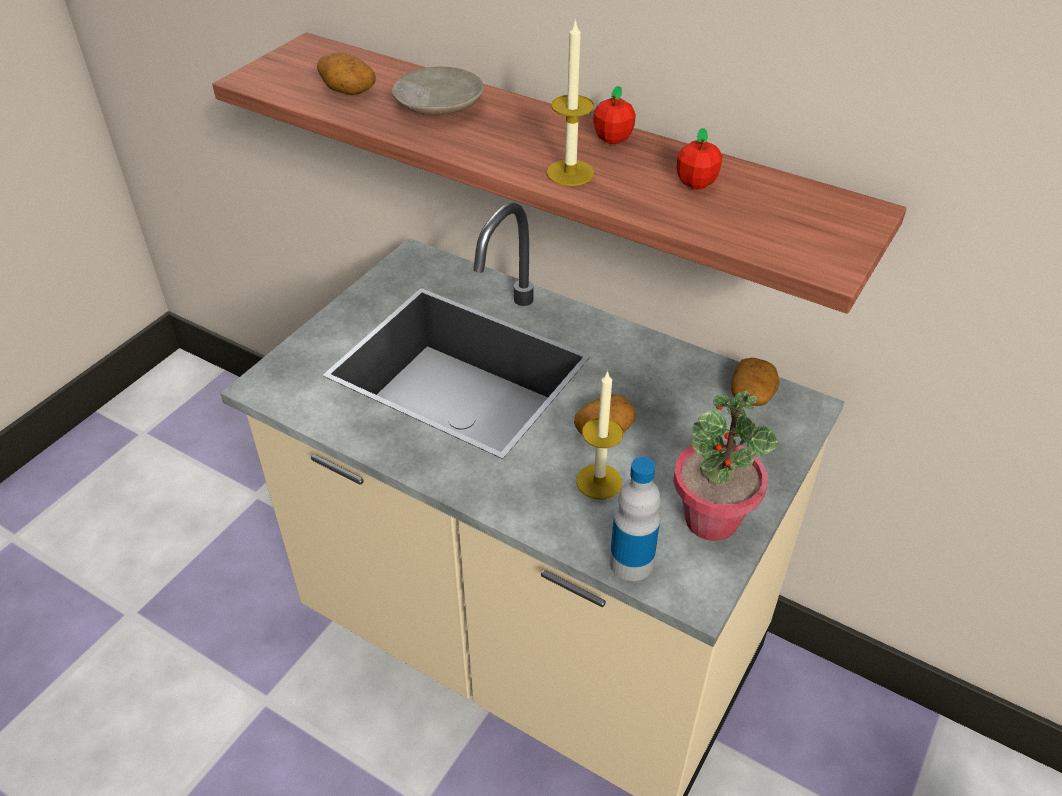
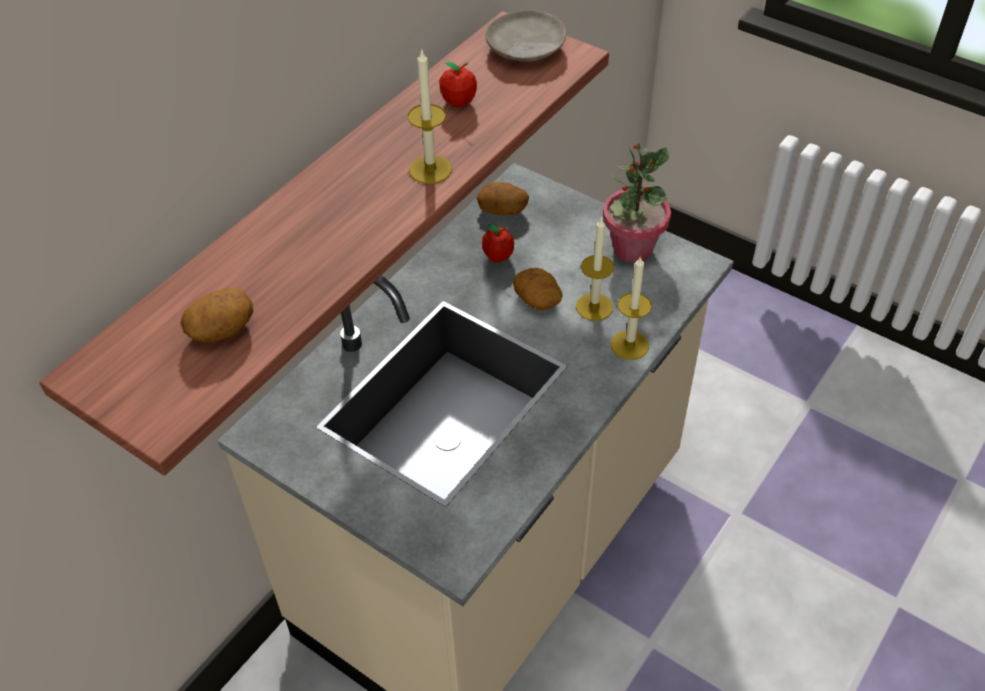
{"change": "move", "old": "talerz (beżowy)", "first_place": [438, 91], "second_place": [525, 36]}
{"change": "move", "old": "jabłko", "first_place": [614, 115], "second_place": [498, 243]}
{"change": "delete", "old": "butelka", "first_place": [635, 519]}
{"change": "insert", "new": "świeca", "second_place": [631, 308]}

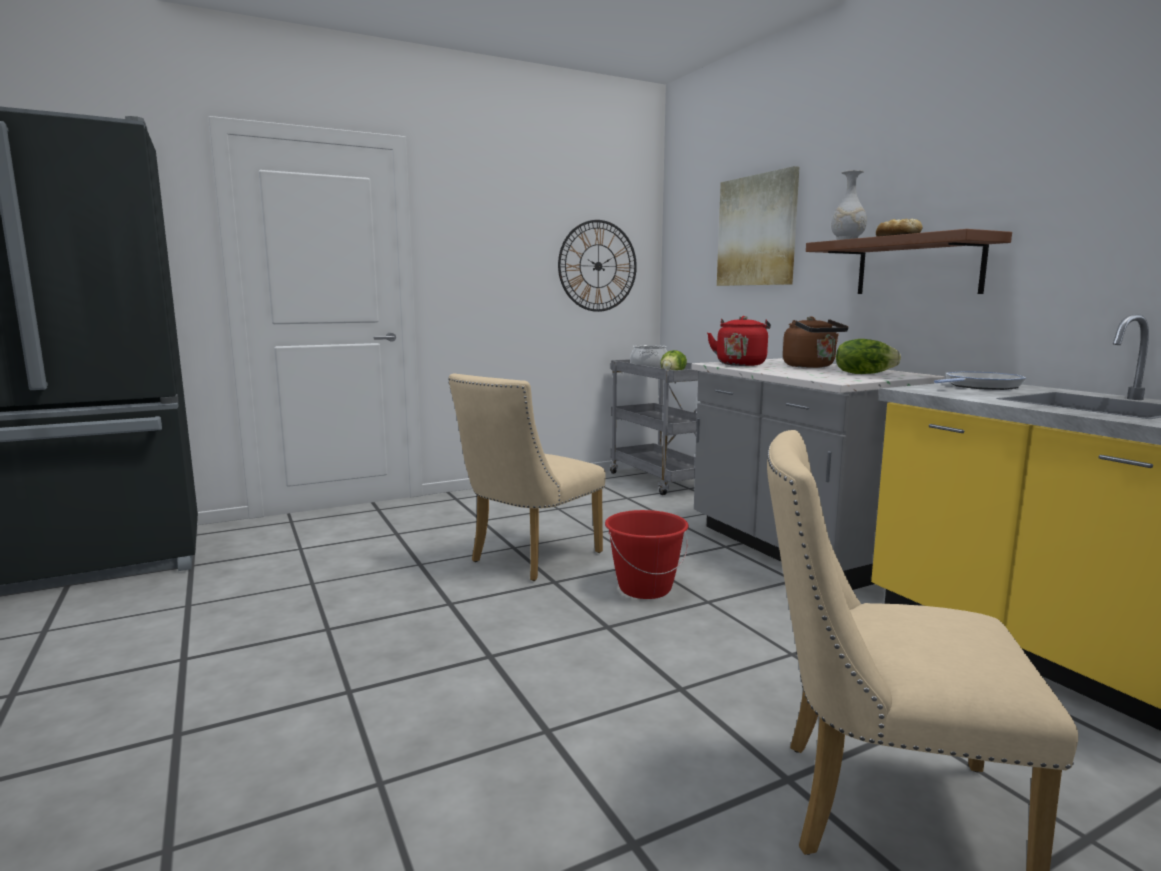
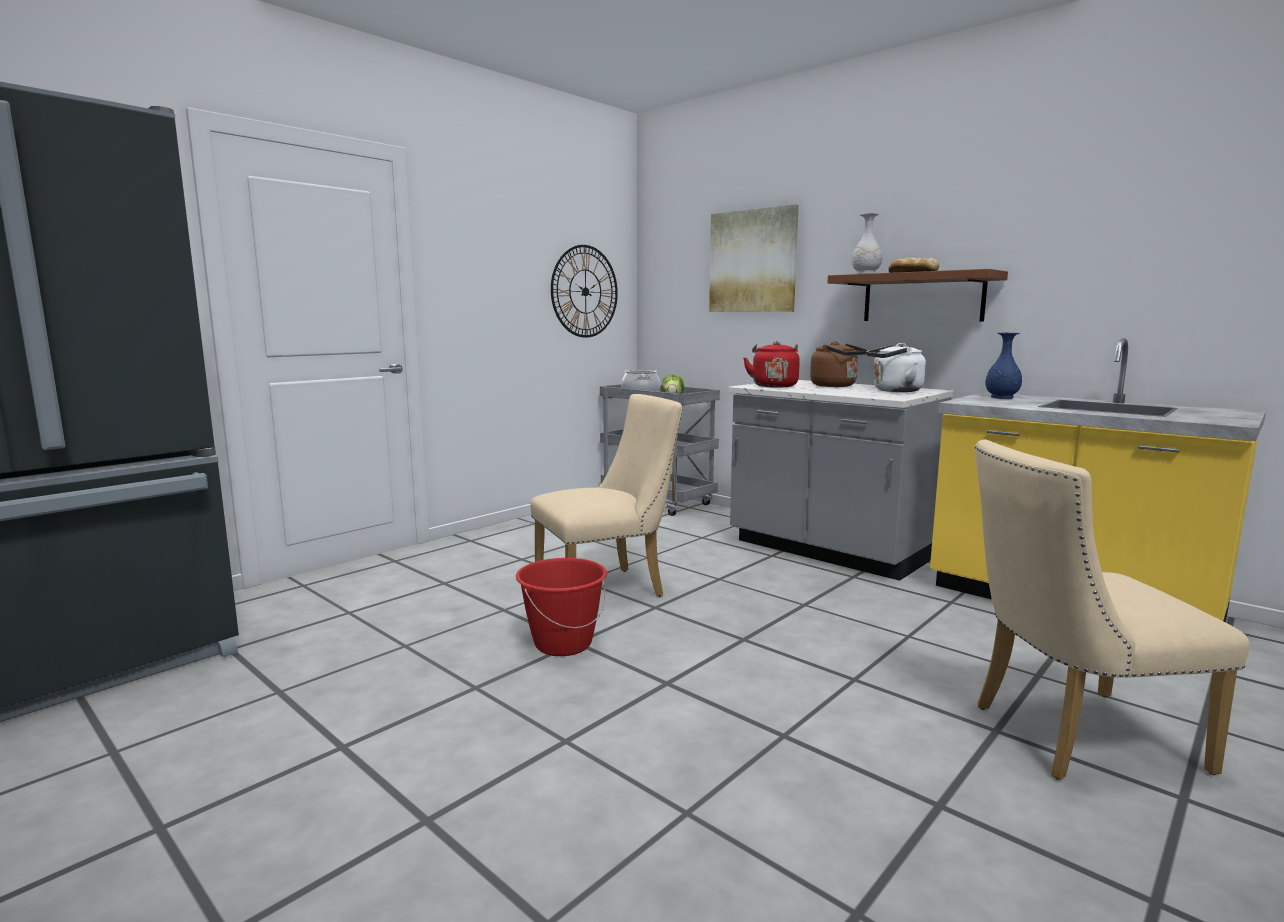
{"change": "replace", "old": "sałata", "new": "czajnik (biały)", "first_place": [868, 356], "second_place": [896, 367]}
{"change": "replace", "old": "patelnia", "new": "wazon (niebieski)", "first_place": [980, 380], "second_place": [1003, 366]}
{"change": "rotate", "old": "krzesło (beżowy)", "first_place": [527, 477], "second_place": [606, 495], "degrees": -135}
{"change": "move", "old": "wiadro (czerwony)", "first_place": [647, 554], "second_place": [561, 607]}

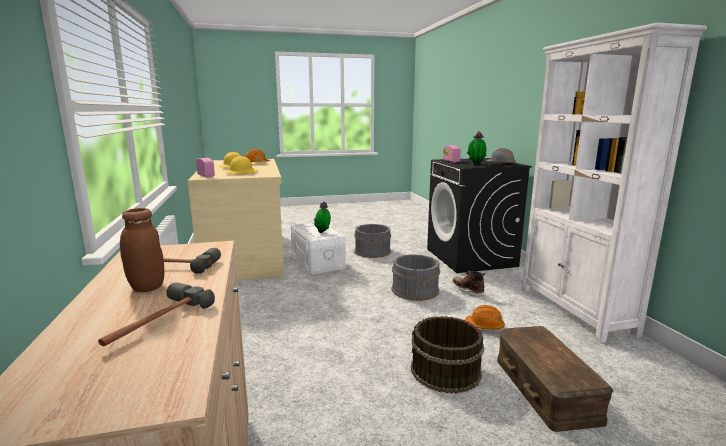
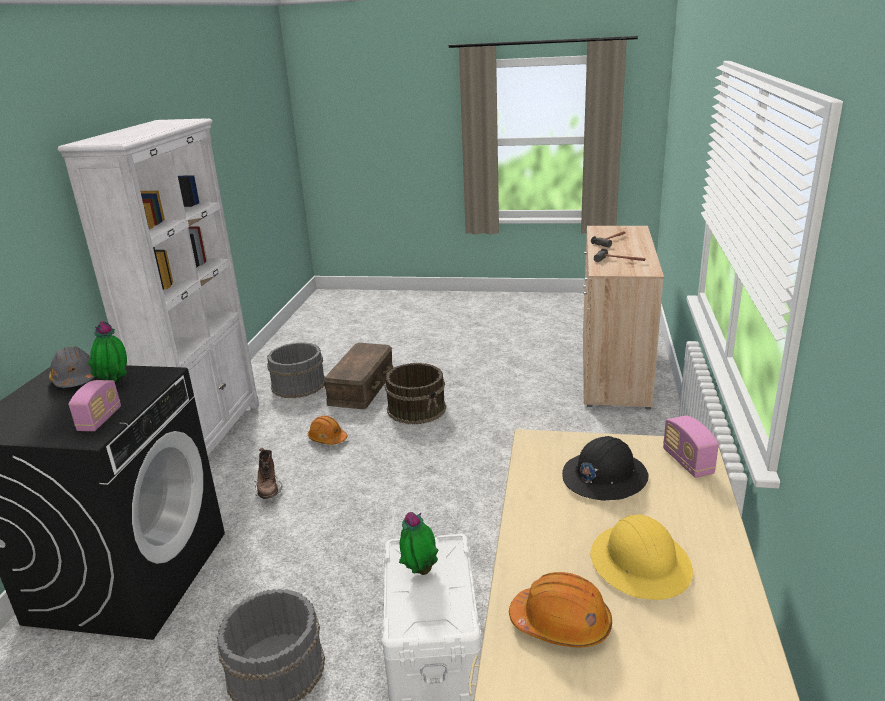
{"change": "recolor", "old": "kask (żółty)", "new": "kask (czarny)", "first_place": [241, 165], "second_place": [605, 468]}
{"change": "delete", "old": "słoik (brązowy)", "first_place": [142, 250]}
{"change": "move", "old": "wiadro (szary)", "first_place": [416, 277], "second_place": [296, 370]}

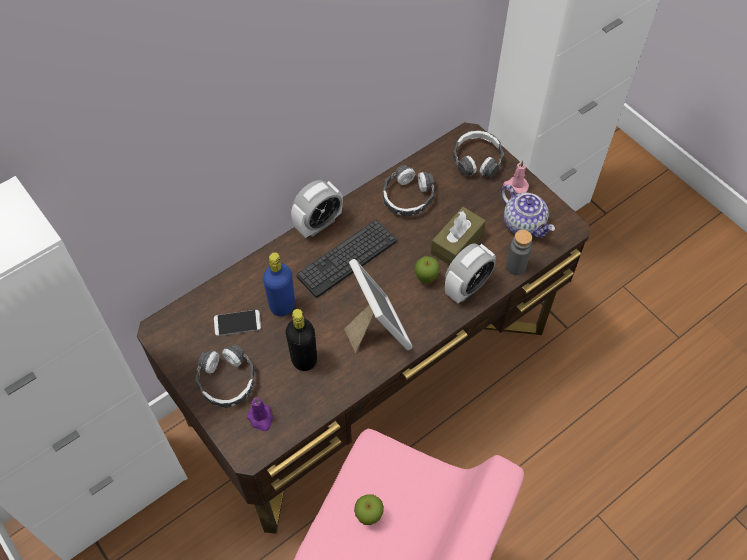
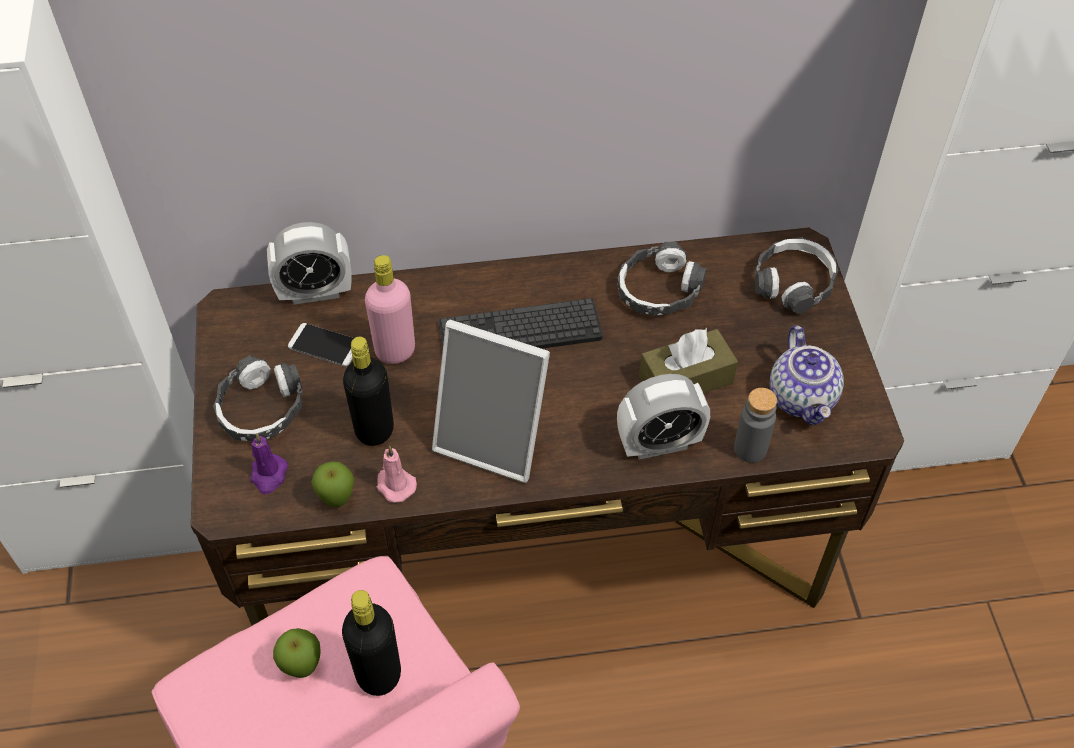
{"change": "move", "old": "świeca (różowy)", "first_place": [516, 177], "second_place": [397, 474]}
{"change": "move", "old": "budzik", "first_place": [317, 209], "second_place": [309, 263]}
{"change": "recolor", "old": "butelka (niebieski)", "new": "butelka (różowy)", "first_place": [279, 284], "second_place": [390, 309]}
{"change": "move", "old": "jabłko", "first_place": [427, 269], "second_place": [332, 484]}
{"change": "rotate", "old": "ramka na zdjęcie", "first_place": [378, 306], "second_place": [491, 401], "degrees": 105}
{"change": "insert", "new": "butelka (czarny)", "second_place": [371, 643]}

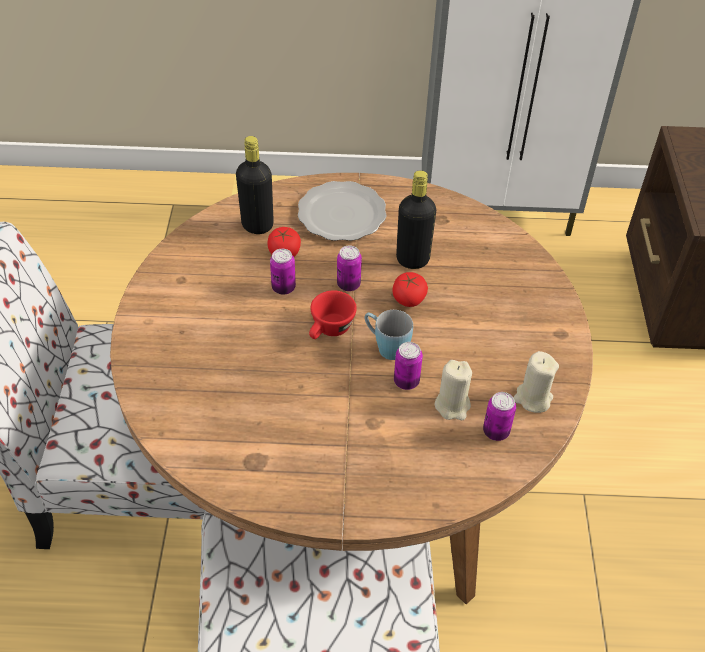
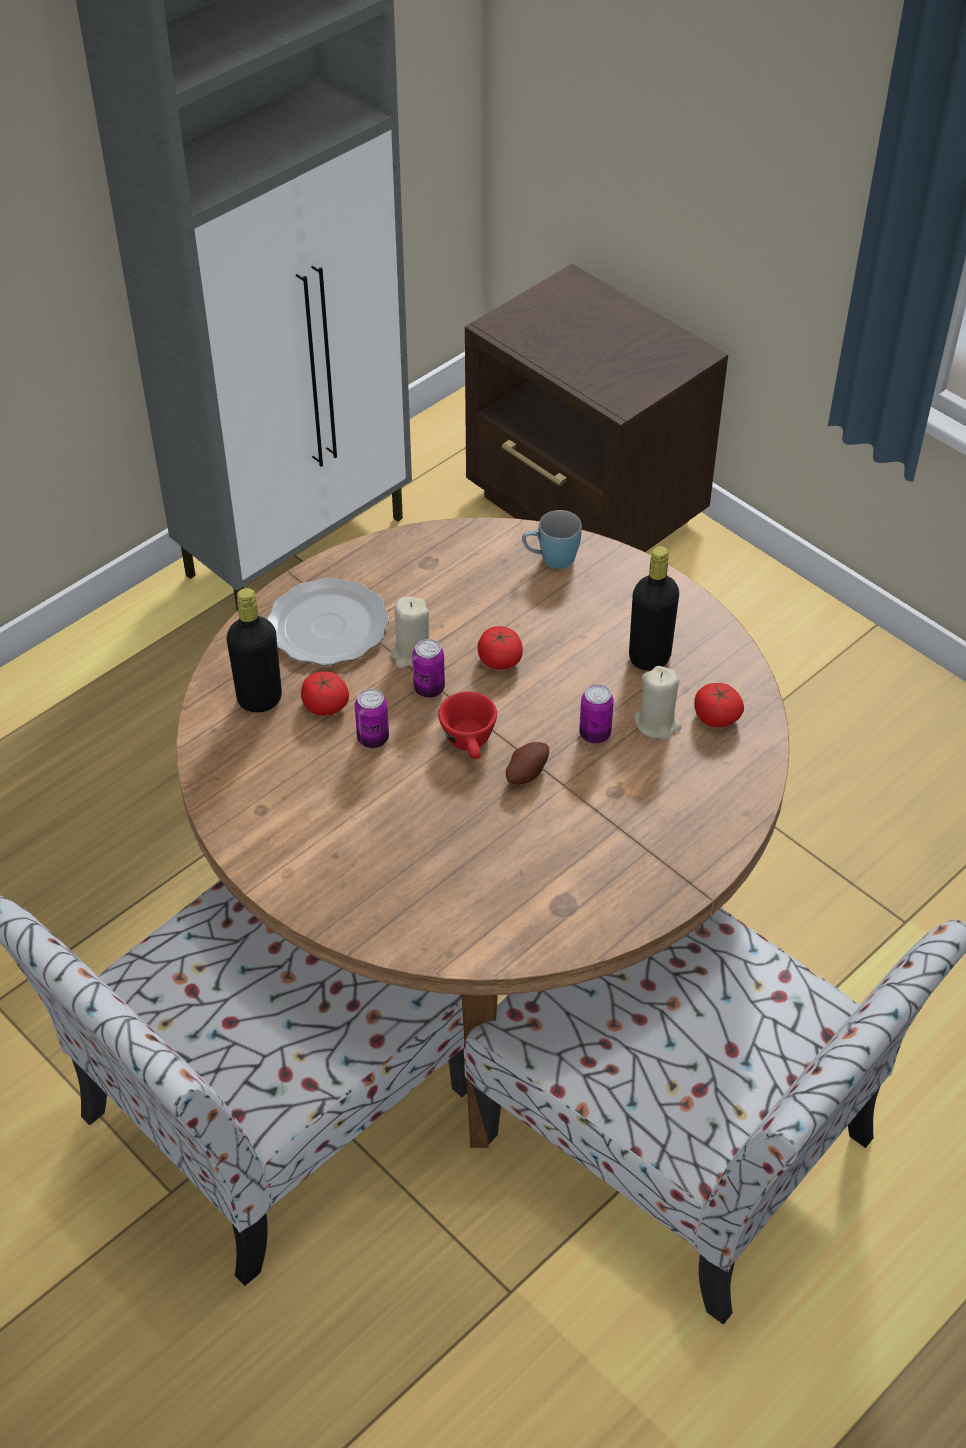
{"change": "move", "old": "butelka (czarny)", "first_place": [416, 219], "second_place": [654, 608]}
{"change": "move", "old": "kubek (niebieski)", "first_place": [389, 335], "second_place": [552, 539]}
{"change": "move", "old": "świeca (beżowy)", "first_place": [536, 382], "second_place": [409, 632]}
{"change": "replace", "old": "puszka", "new": "pomidor", "first_place": [499, 416], "second_place": [719, 705]}
{"change": "insert", "new": "ziemniak", "second_place": [527, 763]}

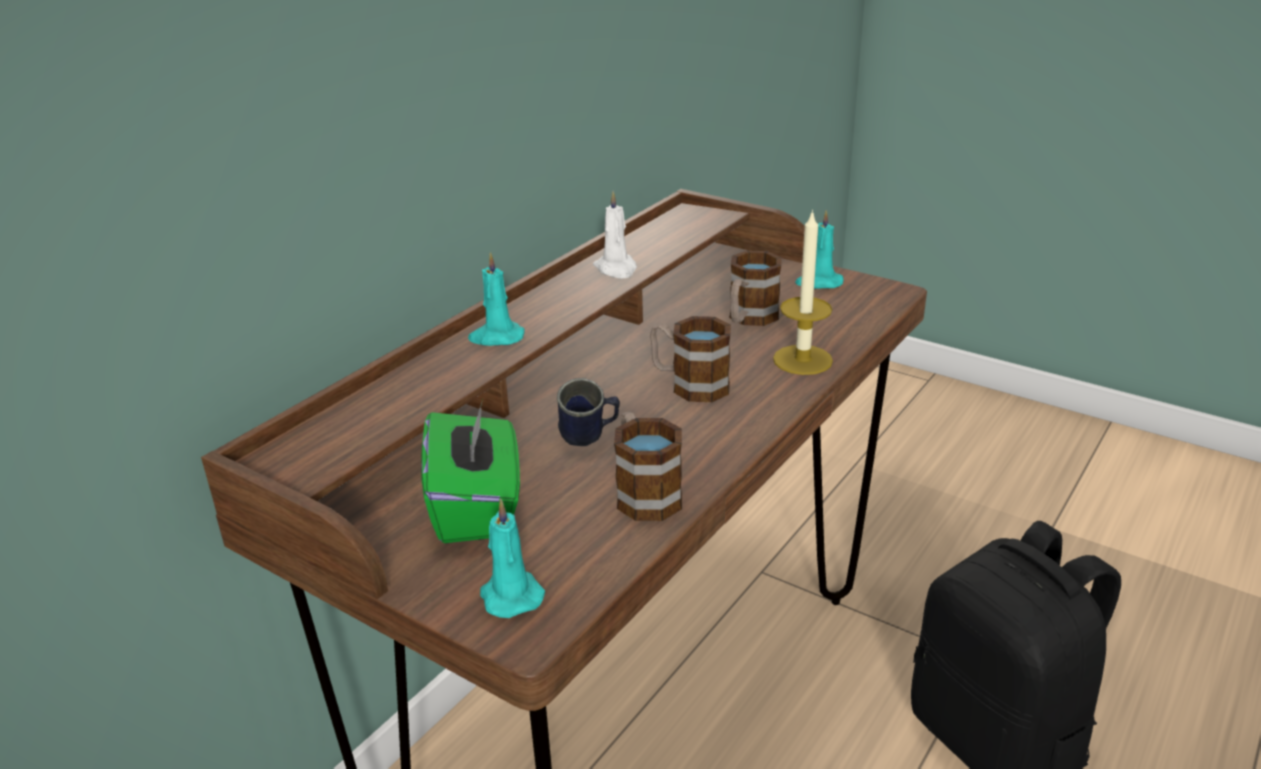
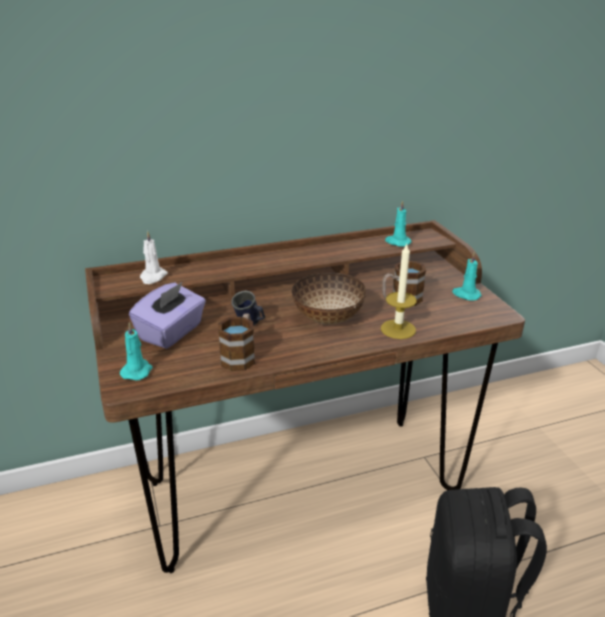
{"change": "move", "old": "świeca (biały)", "first_place": [615, 235], "second_place": [154, 257]}
{"change": "move", "old": "świeca (turkusowy)", "first_place": [496, 299], "second_place": [398, 223]}
{"change": "replace", "old": "kubek", "new": "miska", "first_place": [690, 359], "second_place": [329, 298]}
{"change": "recolor", "old": "pudełko chusteczek (zielony)", "new": "pudełko chusteczek (fioletowy)", "first_place": [470, 471], "second_place": [167, 315]}

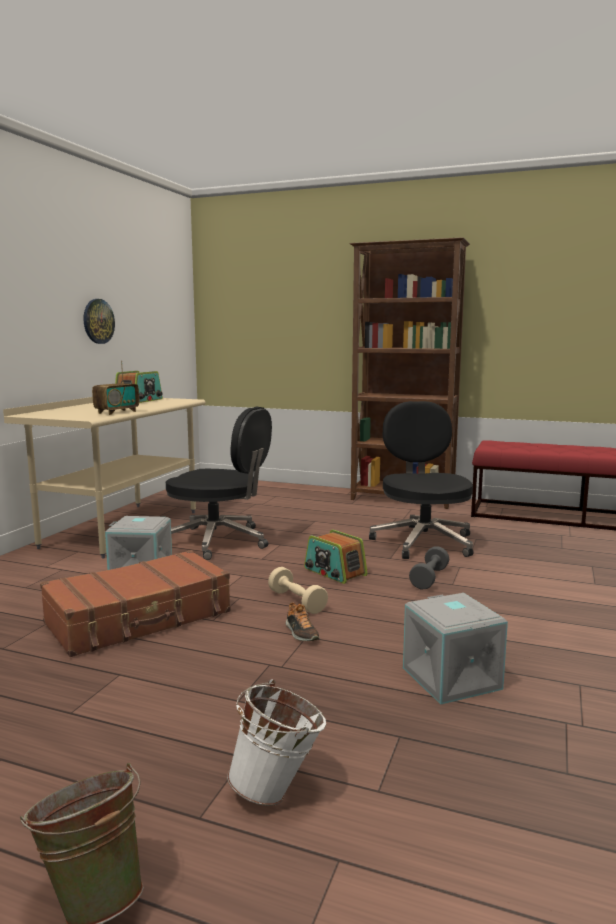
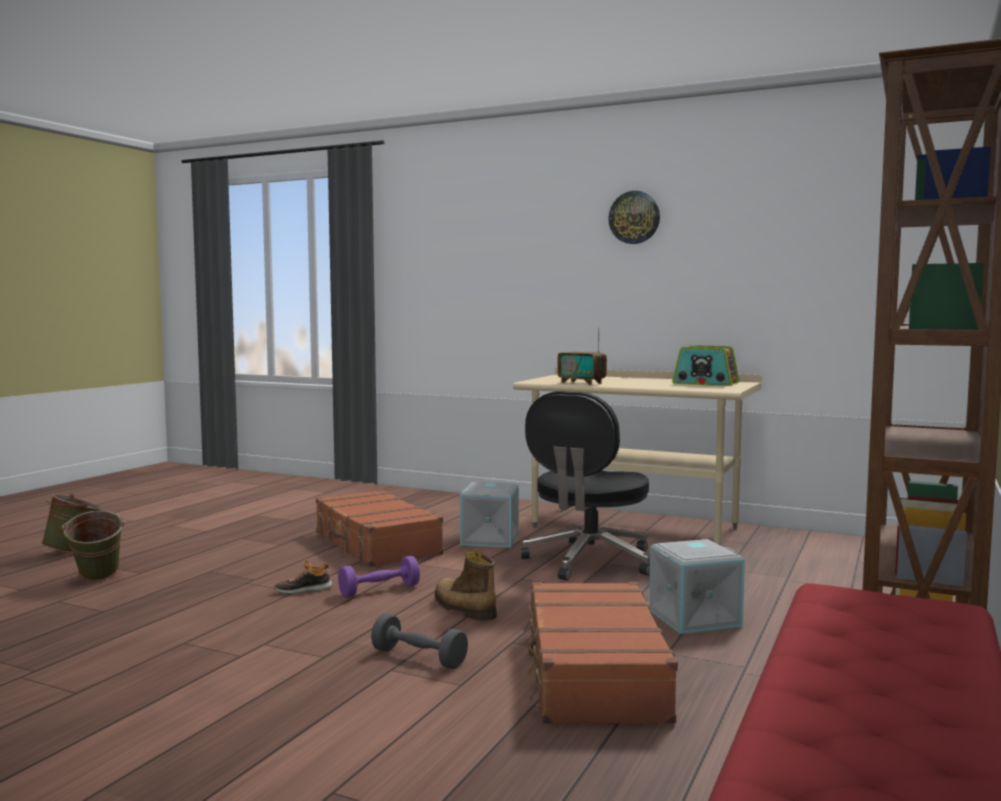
{"change": "move", "old": "zegar ścienny", "first_place": [99, 321], "second_place": [634, 217]}
{"change": "replace", "old": "krzesło biurowe (czarny)", "new": "walizka (brązowy)", "first_place": [421, 480], "second_place": [600, 653]}
{"change": "replace", "old": "radio", "new": "but z cholewką", "first_place": [336, 557], "second_place": [466, 586]}
{"change": "recolor", "old": "hantel (beżowy)", "new": "hantel (fioletowy)", "first_place": [298, 590], "second_place": [379, 576]}
{"change": "move", "old": "pojemnik do przechowywania (szary)", "first_place": [455, 648], "second_place": [697, 586]}
{"change": "recolor", "old": "wiadro (biały)", "new": "wiadro (zielony)", "first_place": [276, 743], "second_place": [93, 545]}

